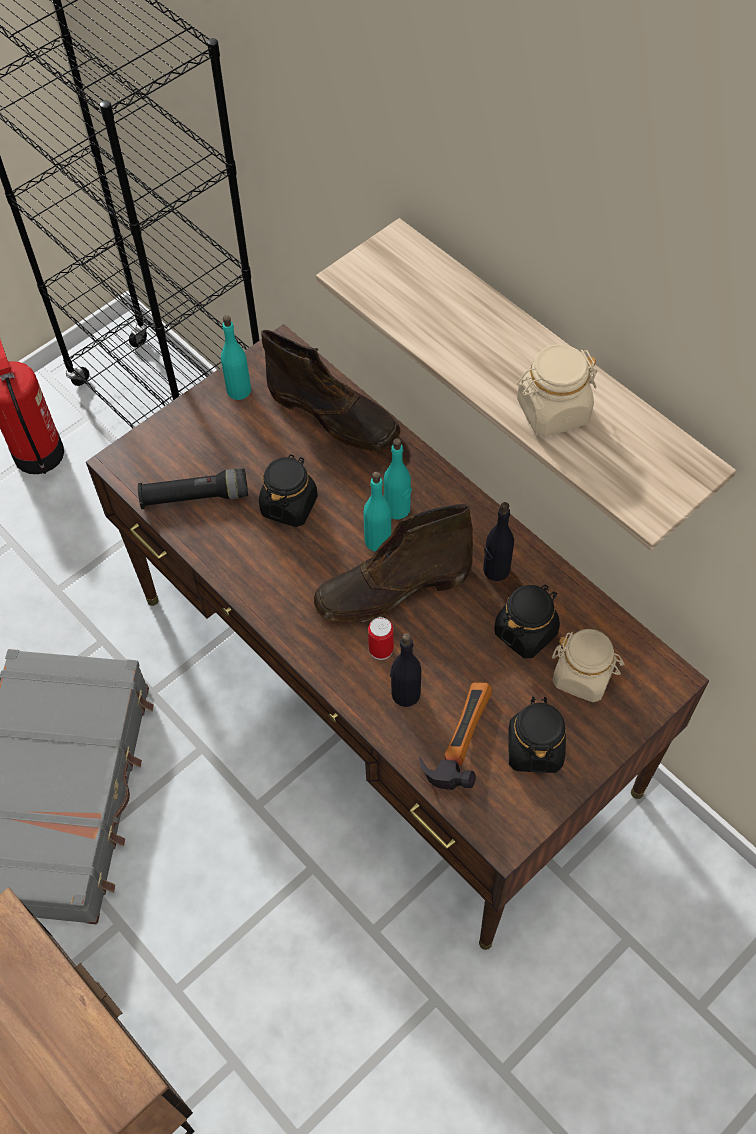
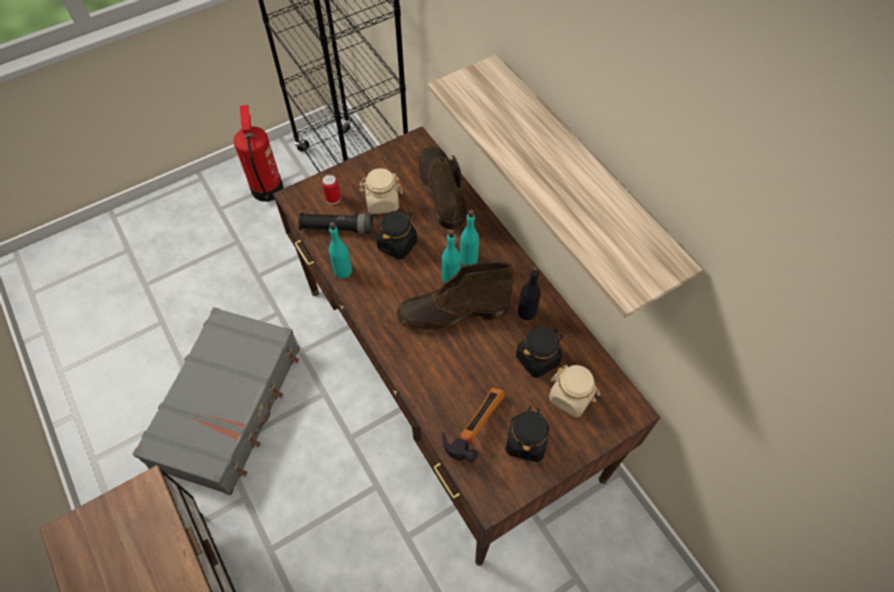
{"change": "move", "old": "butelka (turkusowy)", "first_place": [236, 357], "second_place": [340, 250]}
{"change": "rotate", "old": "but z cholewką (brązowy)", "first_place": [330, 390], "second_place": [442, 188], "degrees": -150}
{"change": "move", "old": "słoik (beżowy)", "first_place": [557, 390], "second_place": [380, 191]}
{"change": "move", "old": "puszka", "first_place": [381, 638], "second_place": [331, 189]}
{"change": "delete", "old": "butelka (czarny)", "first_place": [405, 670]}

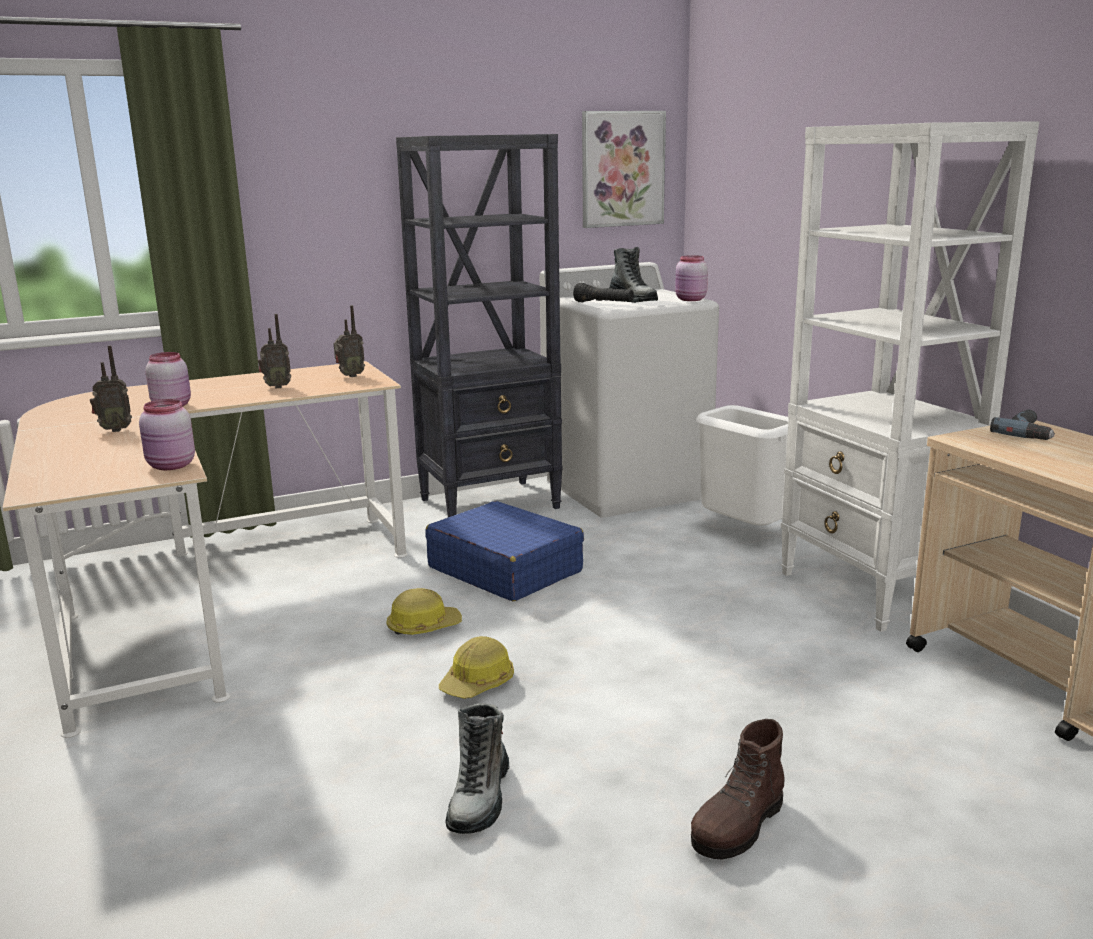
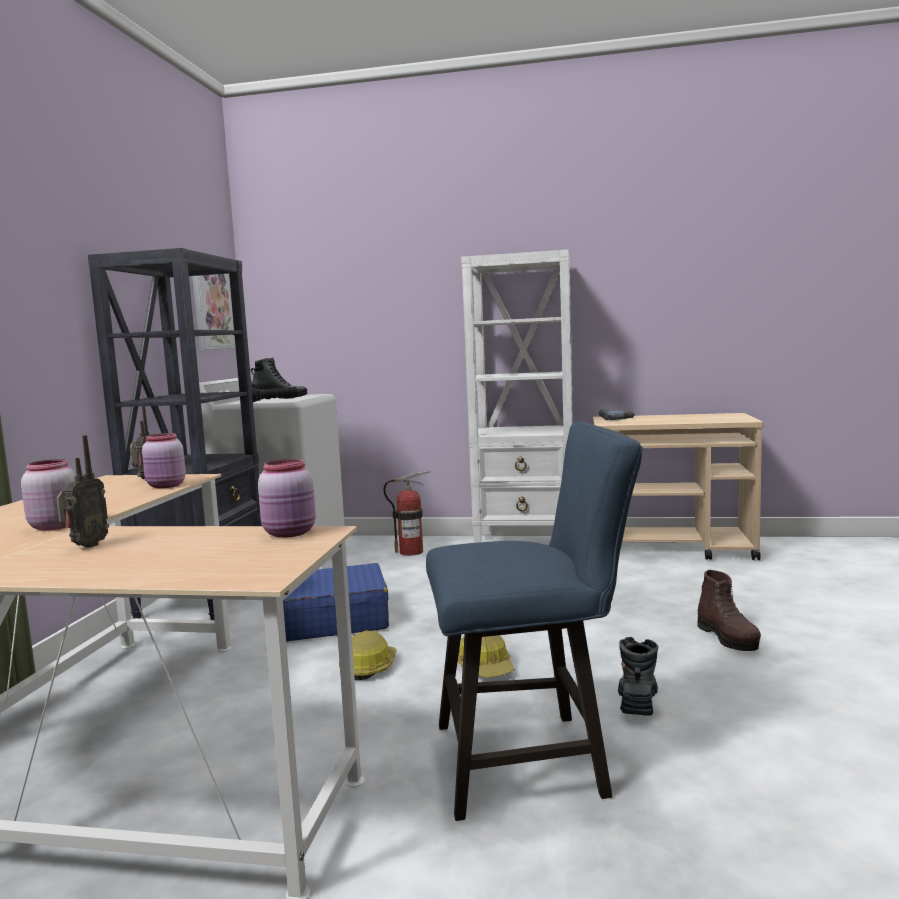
{"change": "move", "old": "słoik (różowy)", "first_place": [691, 278], "second_place": [164, 460]}
{"change": "delete", "old": "radio", "first_place": [274, 351]}
{"change": "replace", "old": "kosz na śmieci (biały)", "new": "gaśnica", "first_place": [742, 465], "second_place": [407, 513]}
{"change": "rotate", "old": "but z cholewką", "first_place": [478, 768], "second_place": [638, 676], "degrees": -120}
{"change": "insert", "new": "krzesło (niebieski)", "second_place": [534, 621]}

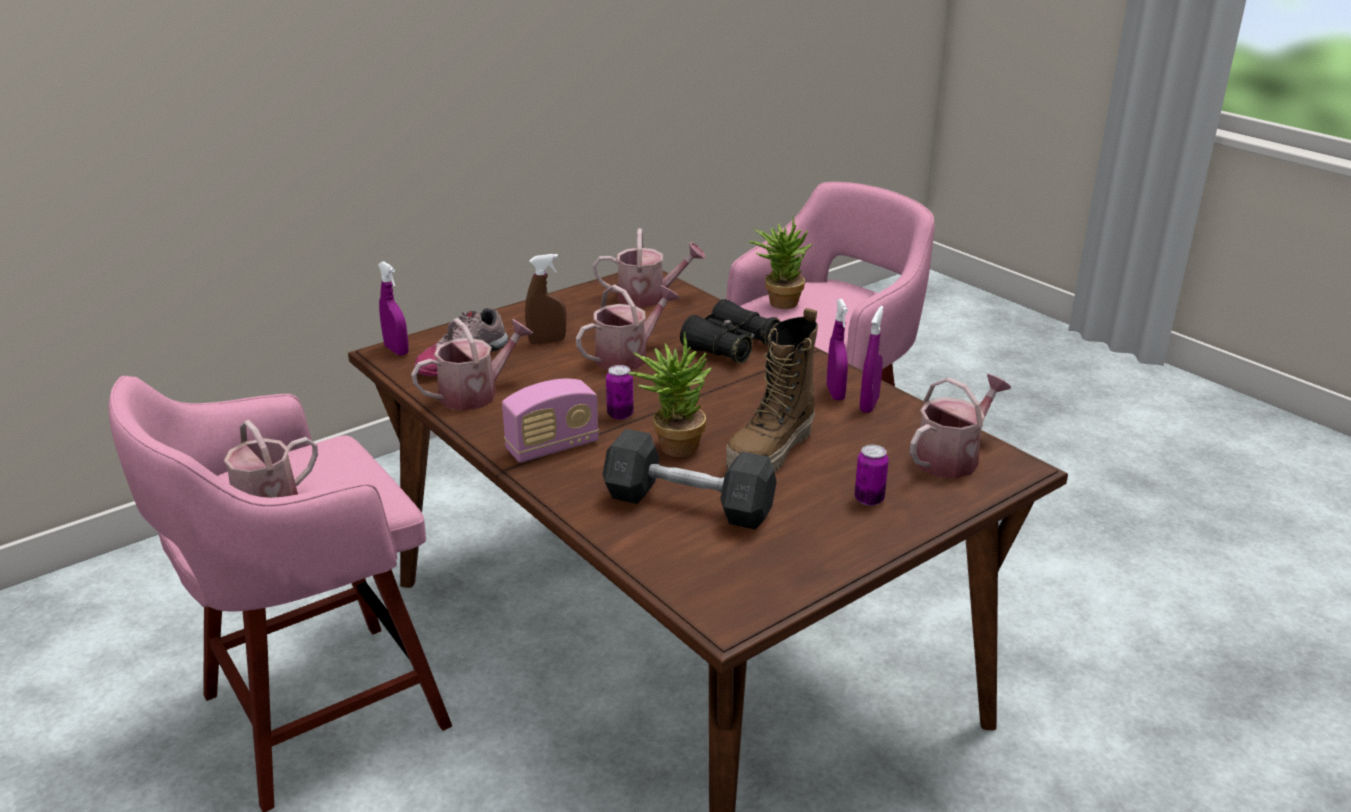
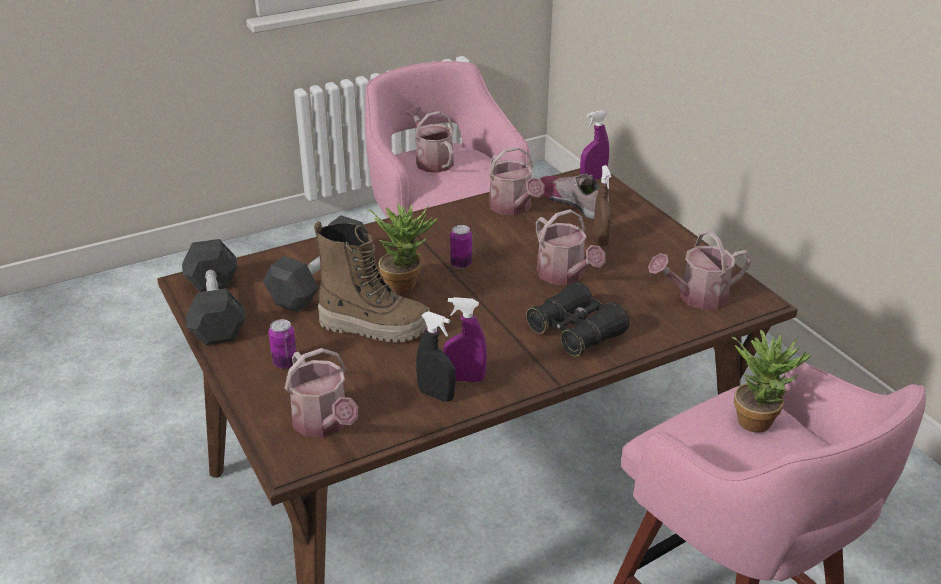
{"change": "rotate", "old": "konewka", "first_place": [649, 268], "second_place": [700, 270], "degrees": 60}
{"change": "recolor", "old": "spryskiwacz (fioletowy)", "new": "spryskiwacz (czarny)", "first_place": [872, 359], "second_place": [436, 356]}
{"change": "rotate", "old": "but z cholewką", "first_place": [772, 390], "second_place": [372, 282], "degrees": 150}
{"change": "delete", "old": "radio", "first_place": [550, 421]}
{"change": "insert", "new": "hantel (szary)", "second_place": [214, 292]}

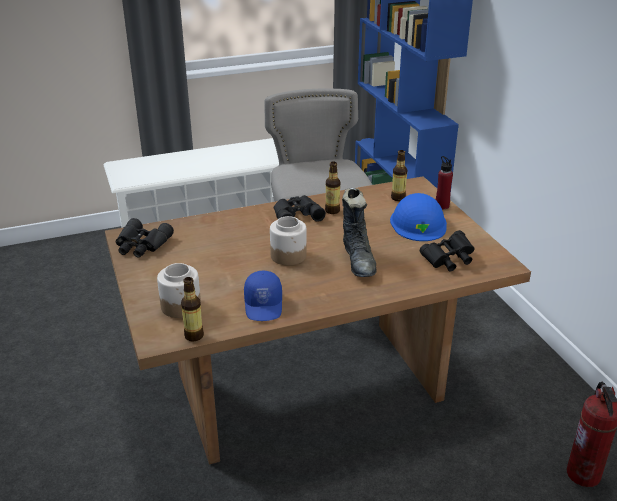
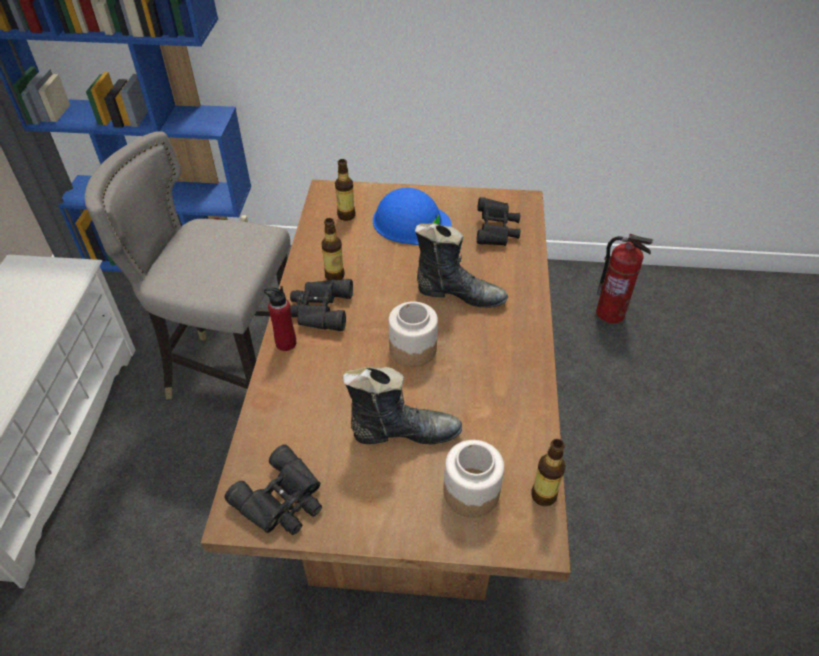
{"change": "move", "old": "butelka (czerwony)", "first_place": [444, 182], "second_place": [280, 318]}
{"change": "delete", "old": "czapka z daszkiem (niebieski)", "first_place": [263, 296]}
{"change": "insert", "new": "but z cholewką (czarny)", "second_place": [402, 405]}

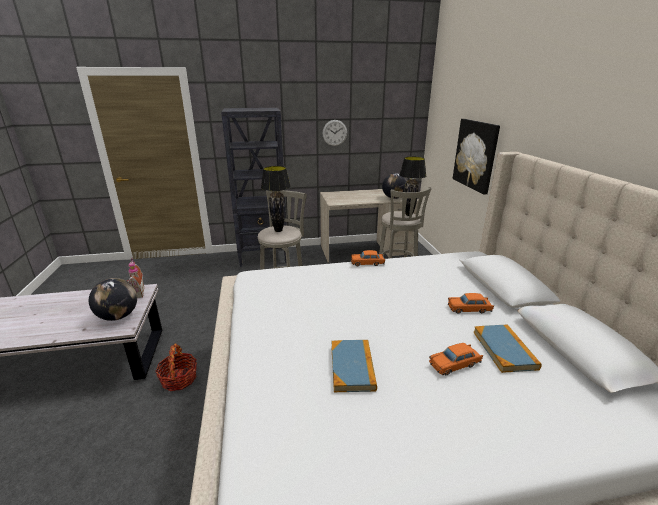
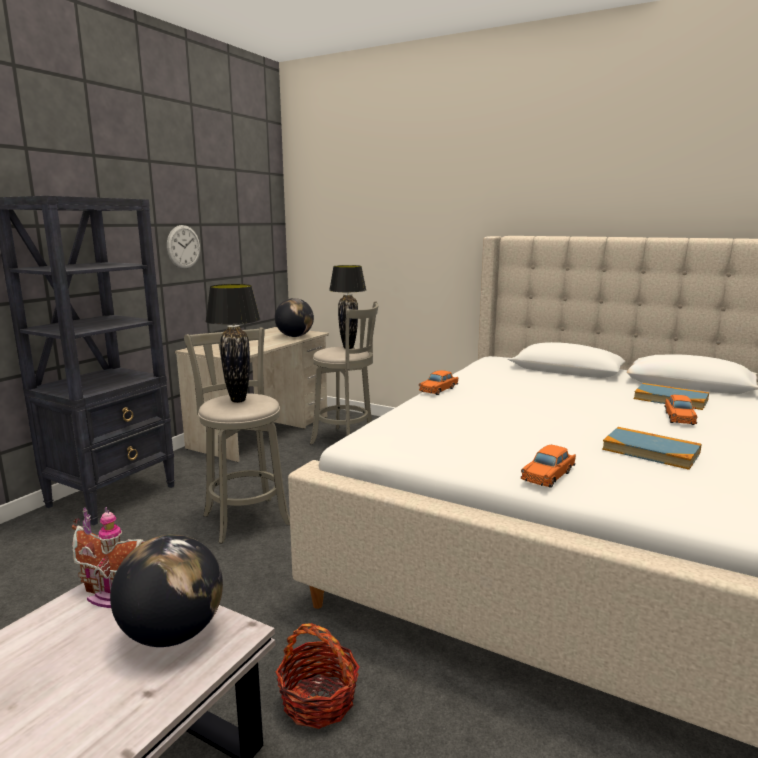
{"change": "delete", "old": "obraz", "first_place": [476, 156]}
{"change": "move", "old": "samochodzik (pomarańczowy)", "first_place": [471, 303], "second_place": [548, 466]}

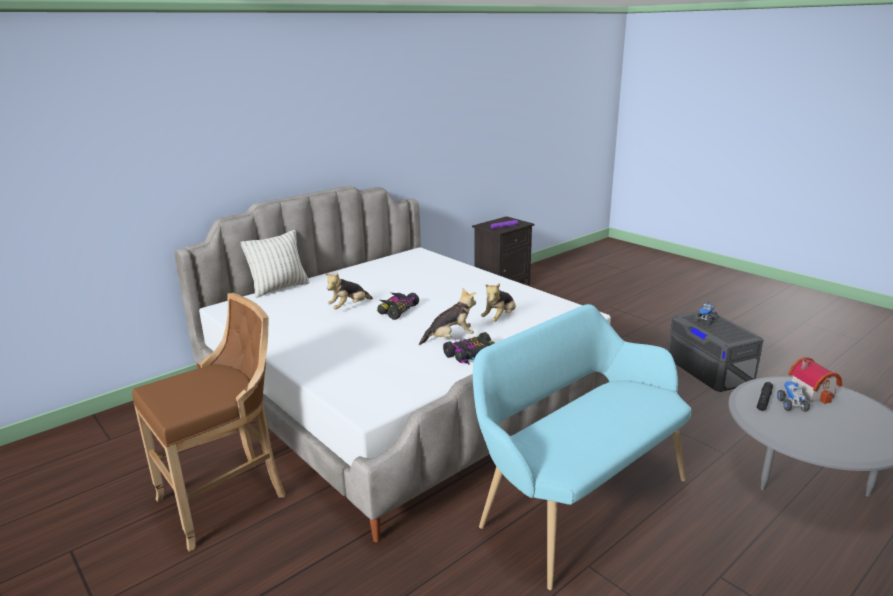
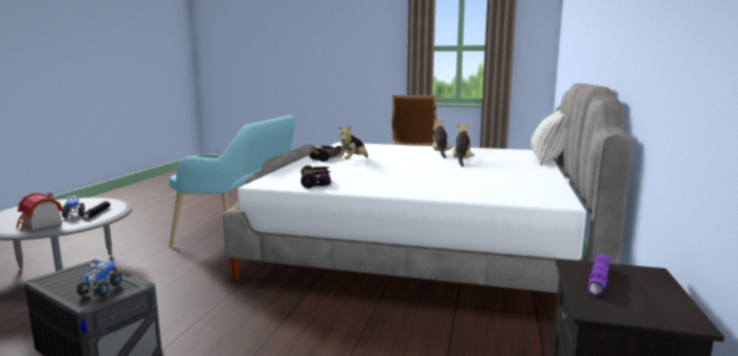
{"change": "move", "old": "pluszak", "first_place": [498, 302], "second_place": [443, 139]}
{"change": "move", "old": "samochodzik", "first_place": [398, 306], "second_place": [316, 177]}

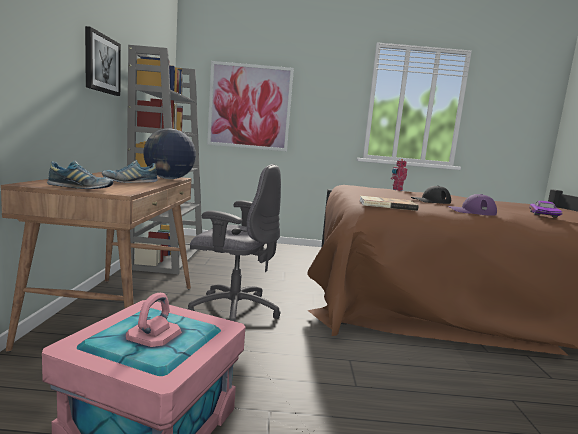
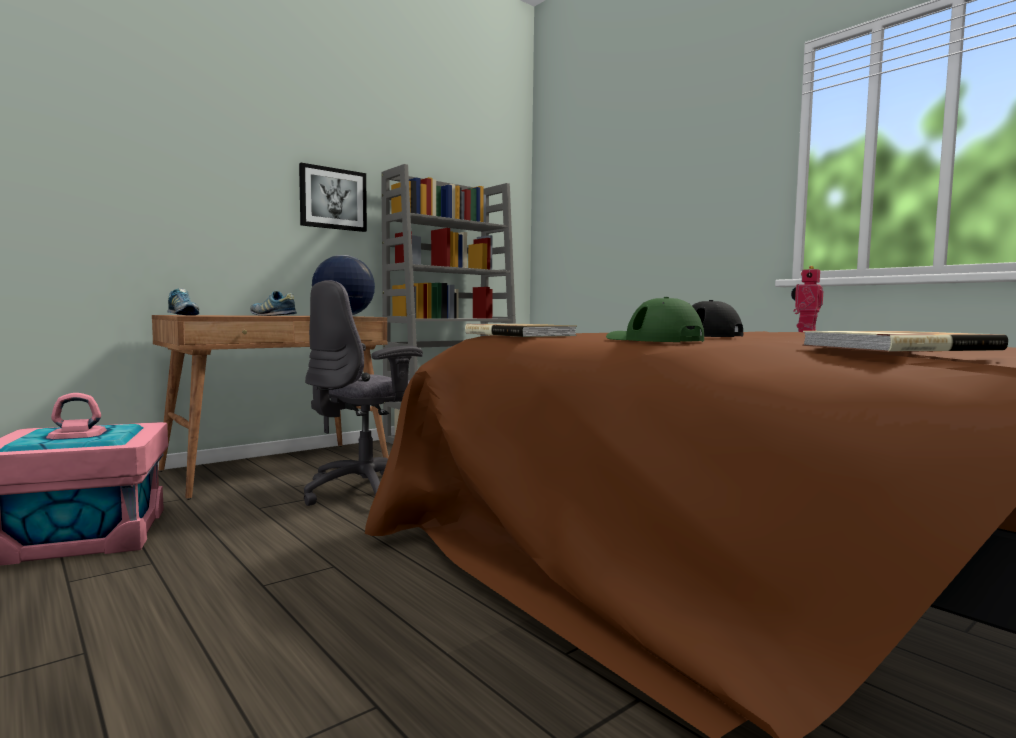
{"change": "delete", "old": "obraz", "first_place": [250, 106]}
{"change": "rotate", "old": "krzesło biurowe (szary)", "first_place": [234, 243], "second_place": [363, 393], "degrees": 75}
{"change": "recolor", "old": "czapka z daszkiem (fioletowy)", "new": "czapka z daszkiem (zielony)", "first_place": [472, 205], "second_place": [655, 319]}
{"change": "replace", "old": "samochodzik (fioletowy)", "new": "książka", "first_place": [546, 209], "second_place": [905, 341]}

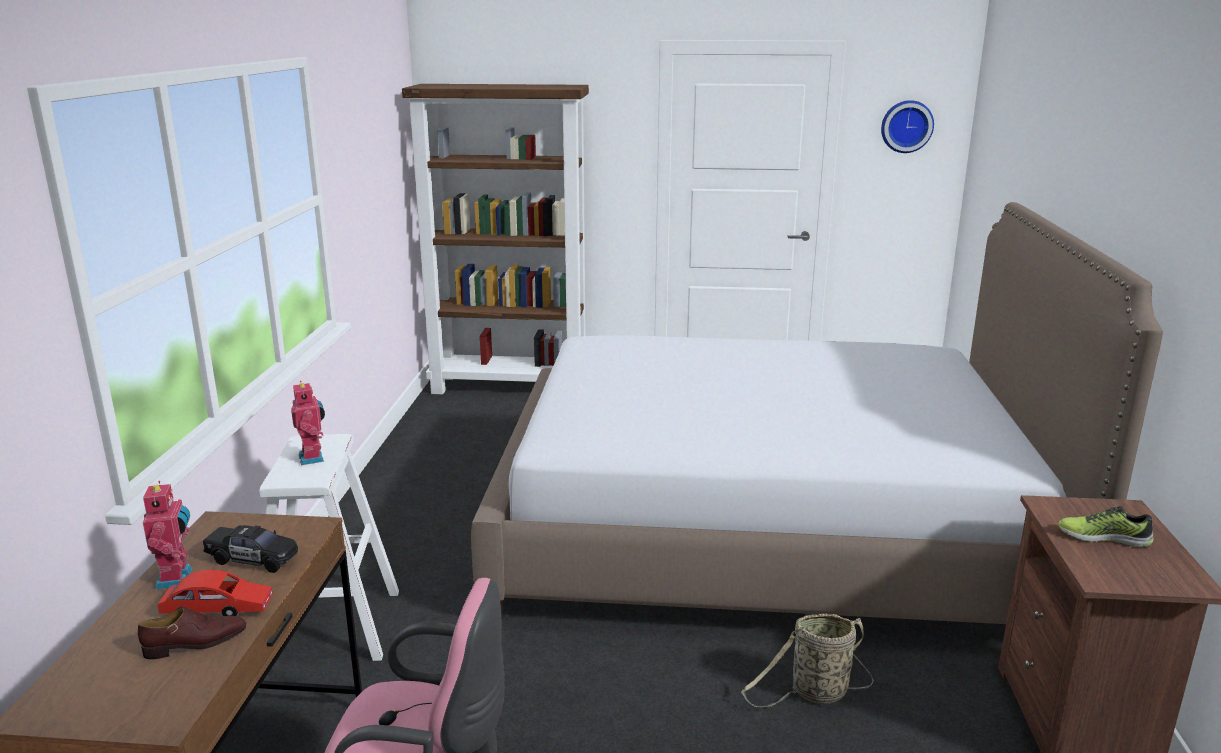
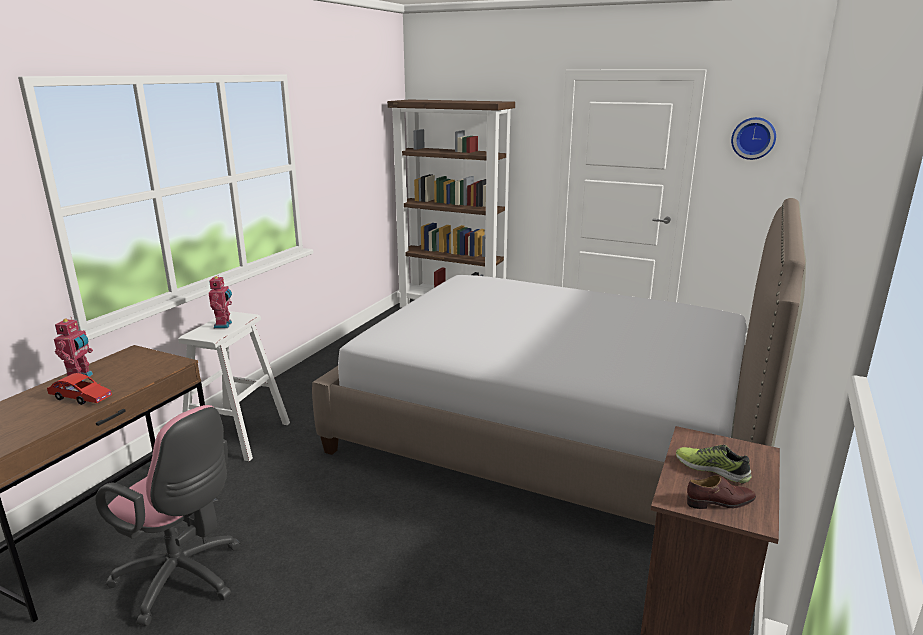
{"change": "delete", "old": "samochodzik (czarny)", "first_place": [250, 549]}
{"change": "move", "old": "but (brązowy)", "first_place": [192, 633], "second_place": [721, 492]}
{"change": "delete", "old": "koszyk", "first_place": [807, 660]}

